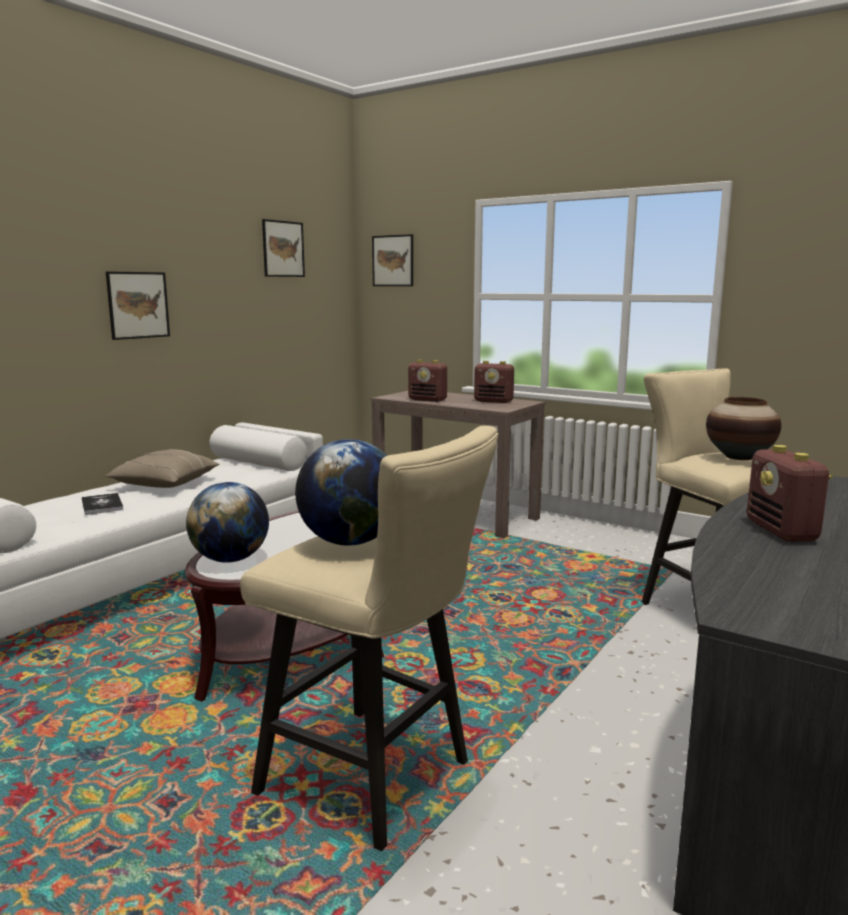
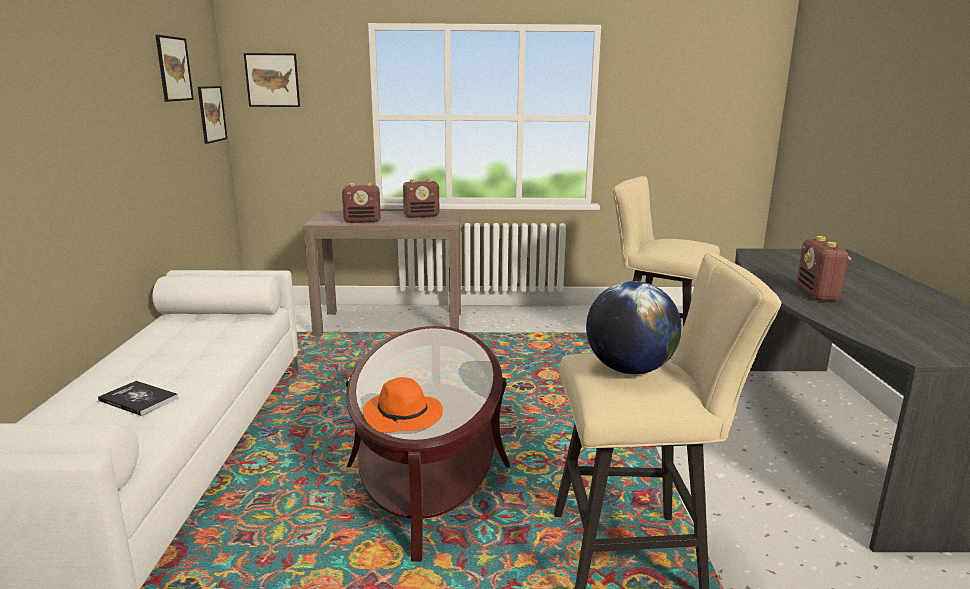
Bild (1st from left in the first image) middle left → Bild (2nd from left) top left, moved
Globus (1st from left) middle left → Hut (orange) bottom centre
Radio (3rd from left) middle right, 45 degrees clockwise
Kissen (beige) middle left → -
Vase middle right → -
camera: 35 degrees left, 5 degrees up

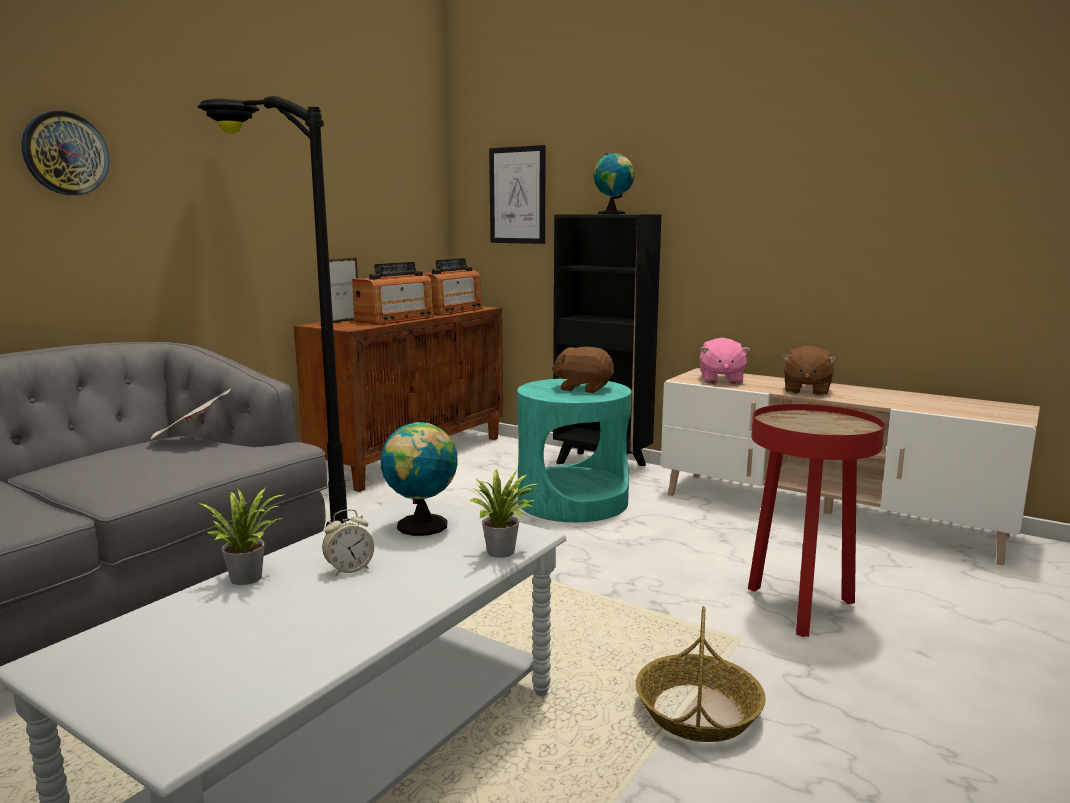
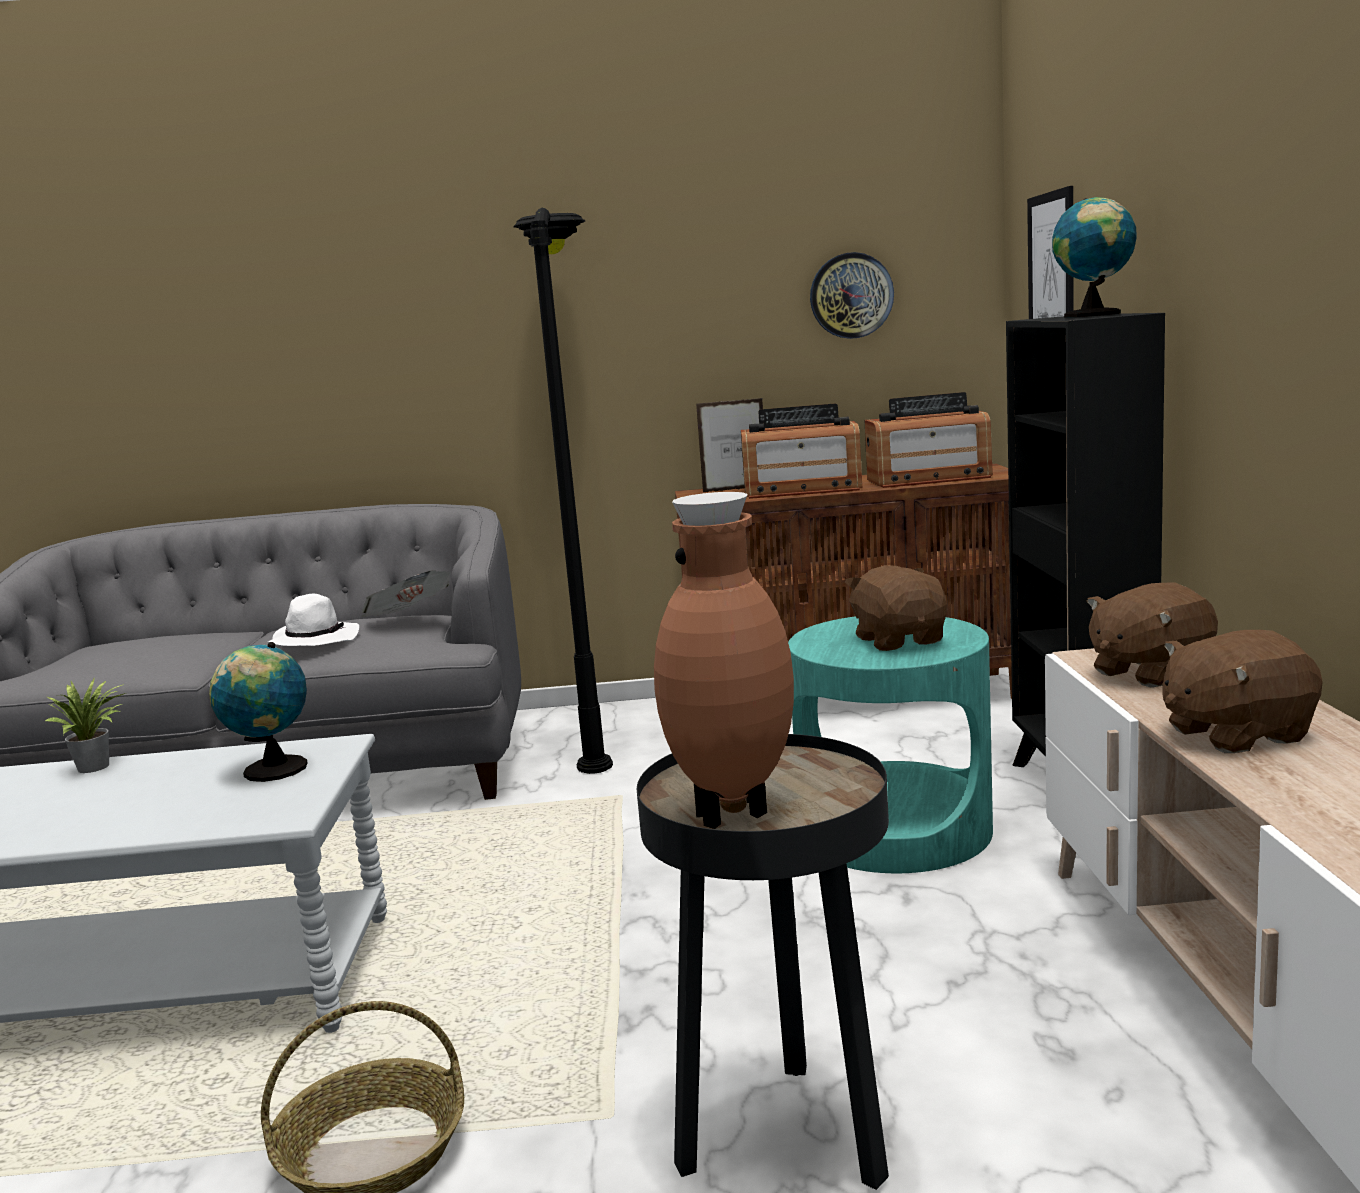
- → Hut (weiß) middle left
Beistelltisch (rot) middle right → Beistelltisch (schwarz) bottom centre
- → Vase (braun) centre
Wanduhr top left → Wanduhr top centre, moved
Plüschtier (rosa) middle right → Plüschtier (braun) (2nd from left) middle right
Wecker bottom left → -
Topfpflanze (2nd from left) centre → -
camera: 55 degrees right, 0 degrees up

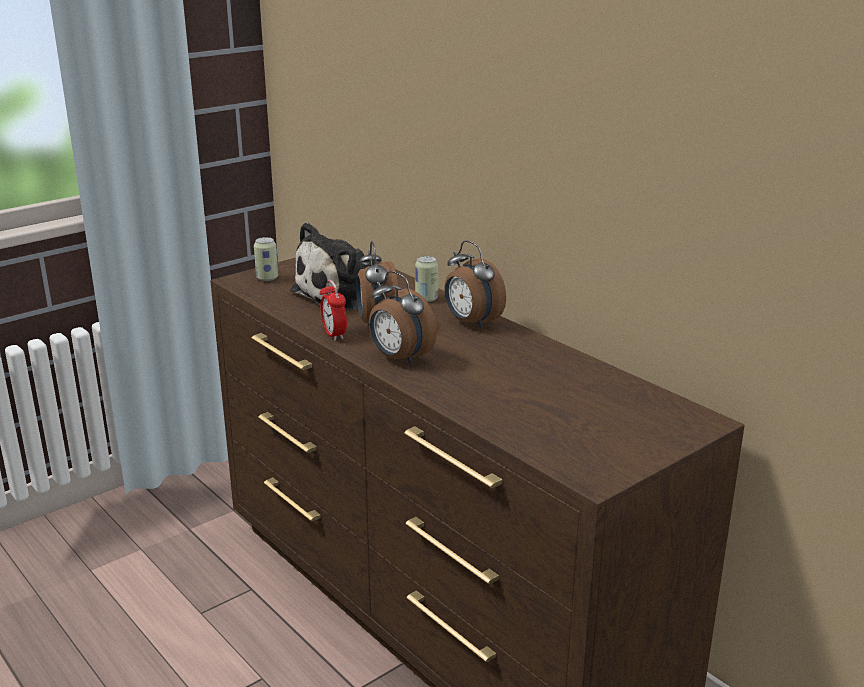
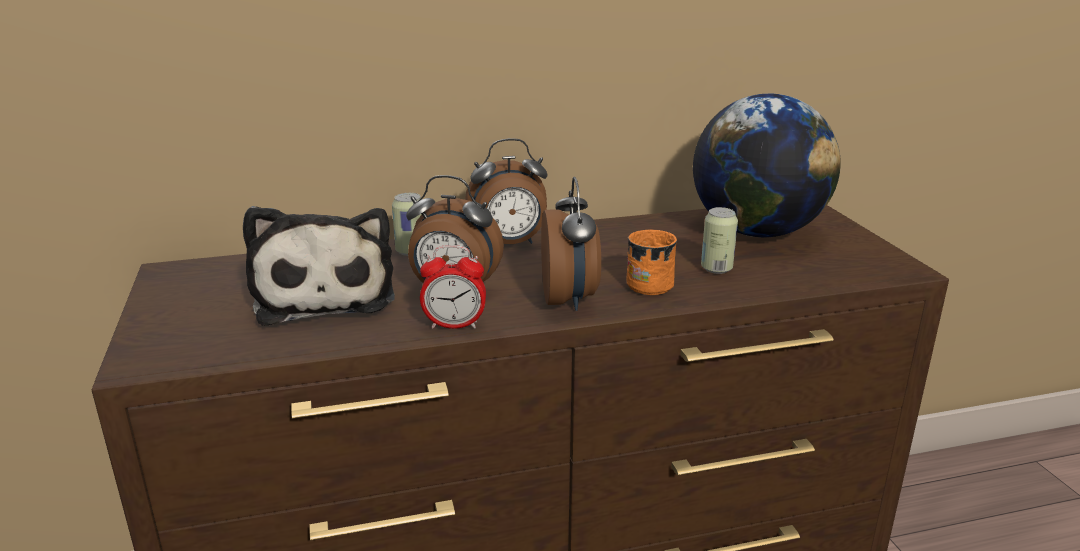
Wecker (3rd from left in the first image) centre → Wecker (4th from left) centre, 75 degrees counterclockwise
- → Henkelbecher (orange) centre
- → Globus top right
Dose (1st from left in the first image) middle left → Dose (2nd from left) centre, moved
camera: 65 degrees left, 0 degrees up

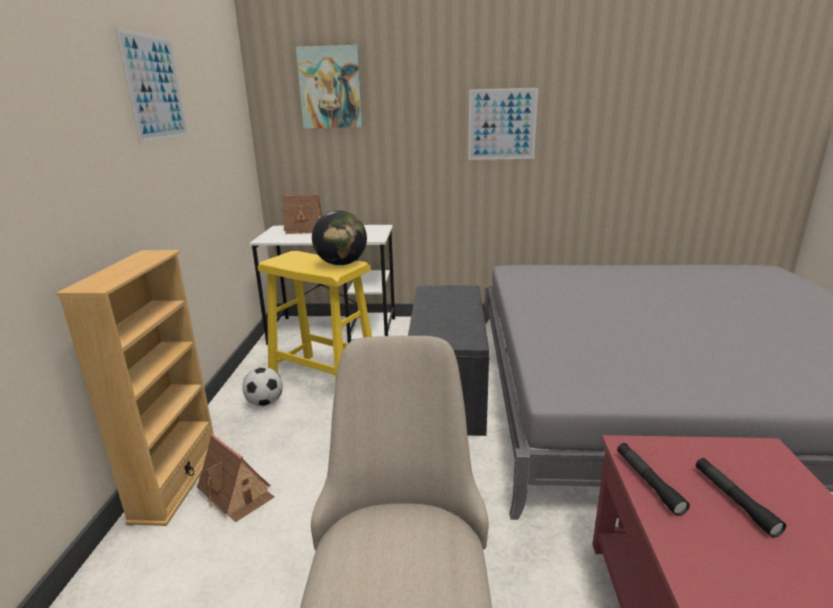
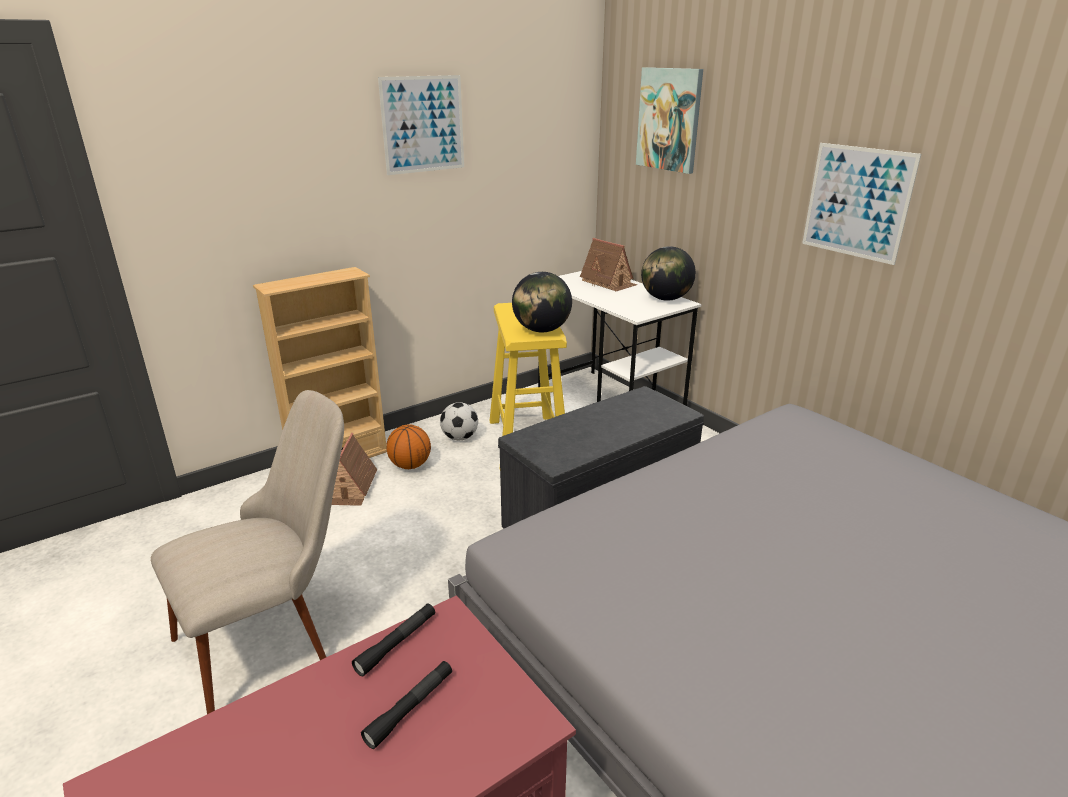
- → Basketball centre
- → Globus (2nd from left) centre
camera: 50 degrees right, 5 degrees up

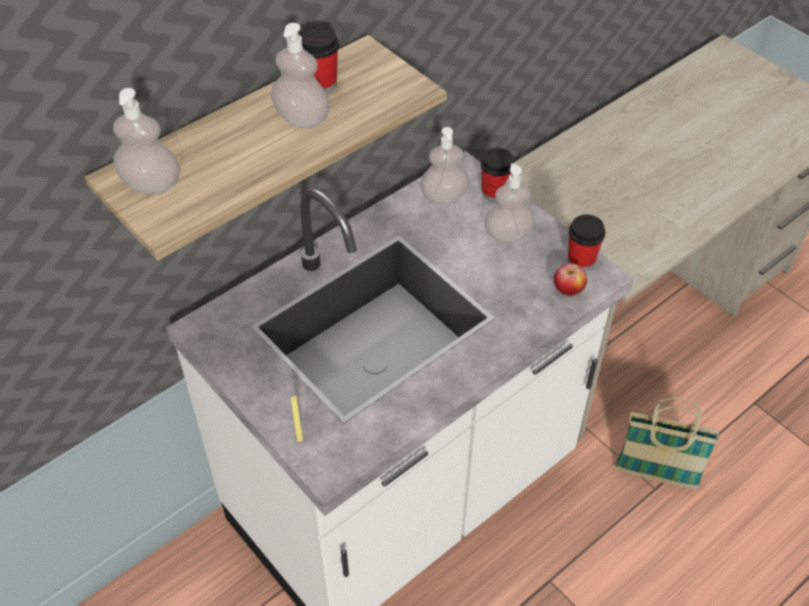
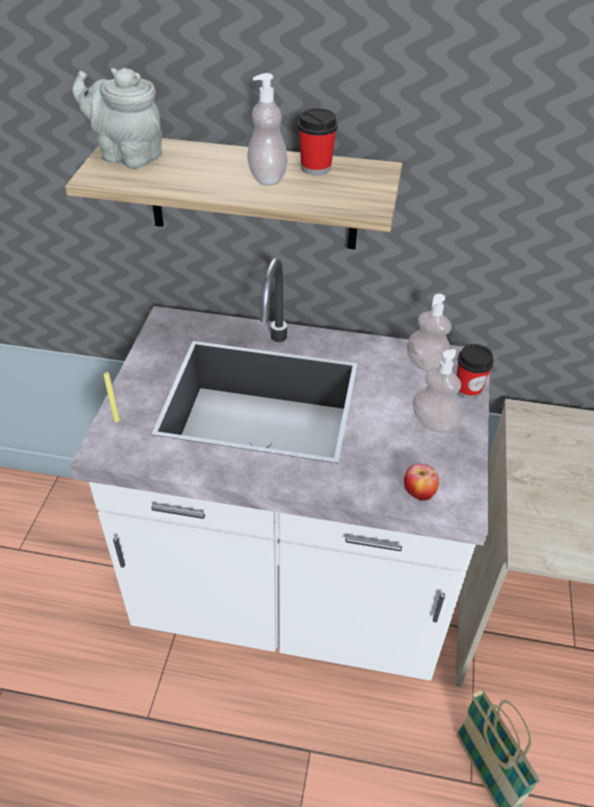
Seifenspender (1st from left) top left → Teekanne (grau) top left
Tasse (3rd from left) middle right → -
camera: 50 degrees right, 5 degrees down

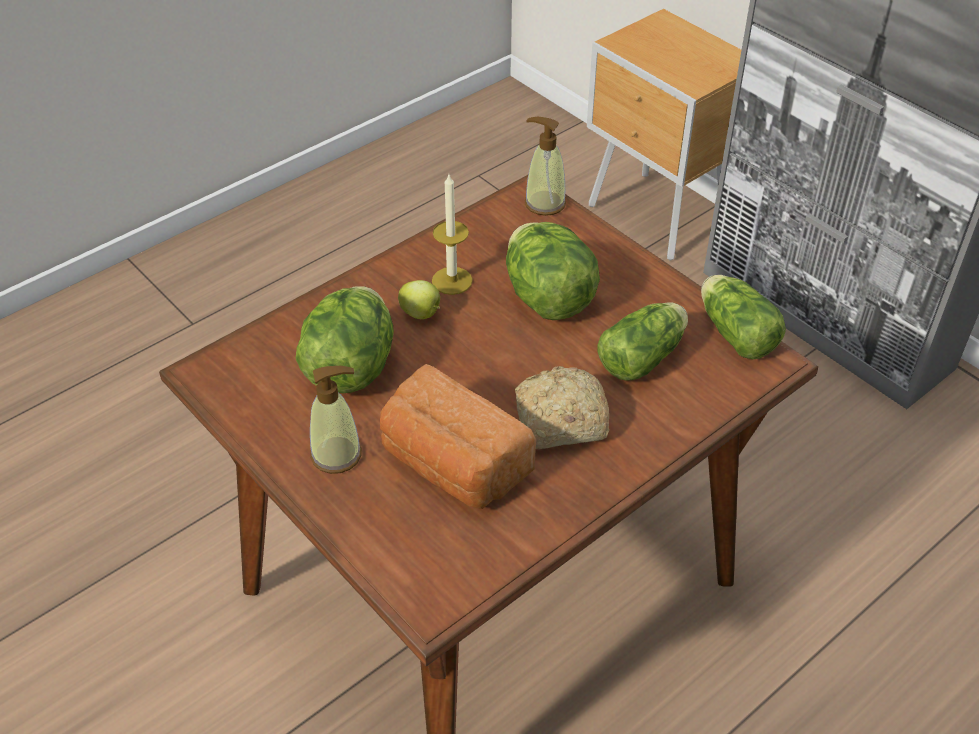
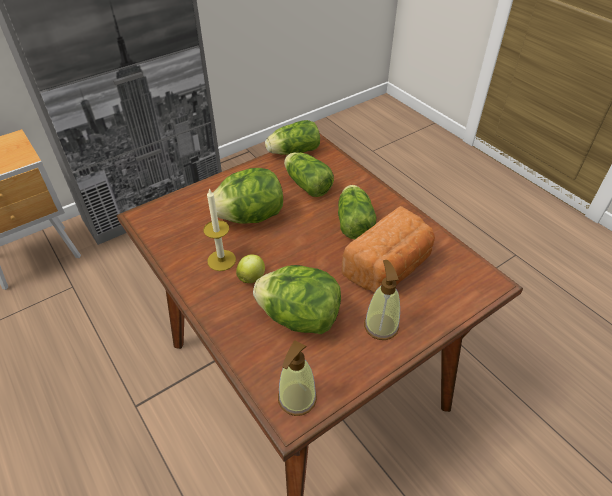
Seifenspender (2nd from left in the first image) top centre → Seifenspender (1st from left) bottom centre, moved
Brot (2nd from left) centre → Salatkopf (5th from left) centre
camera: 85 degrees left, 0 degrees up

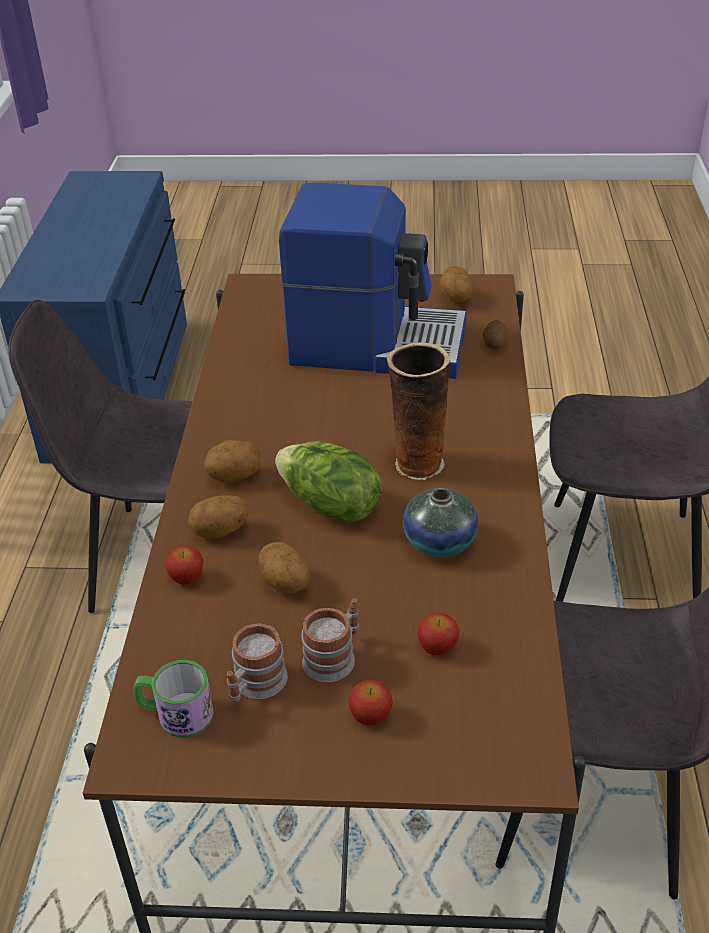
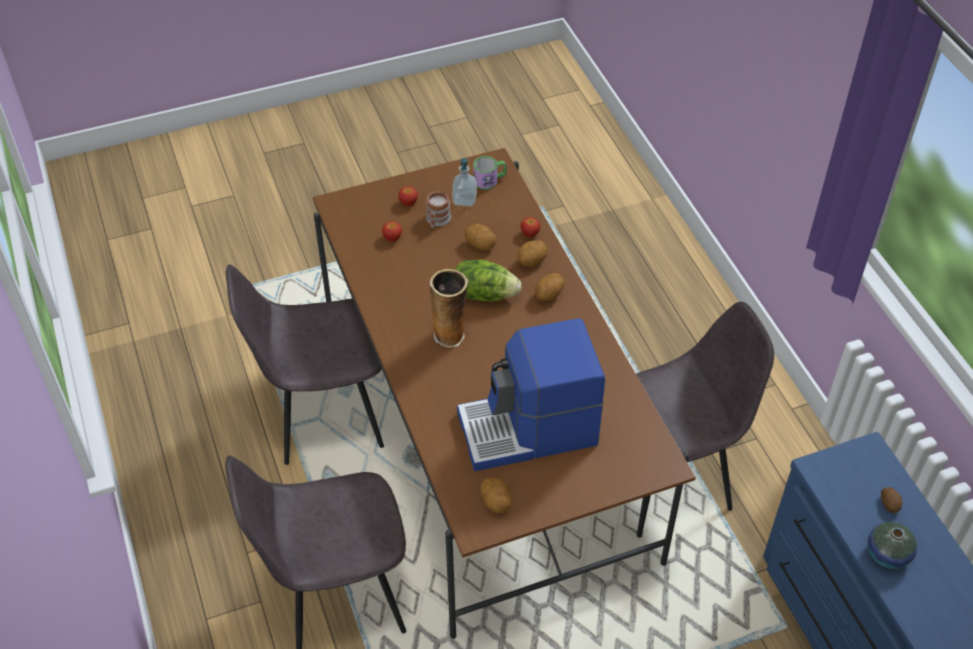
Henkelbecher (2nd from left) bottom centre → Seifenspender top centre
Vase (2nd from left) centre → Vase (2nd from left) bottom right, moved
Kartoffel (5th from left) middle right → Kartoffel (5th from left) bottom right, moved
camera: 155 degrees right, 10 degrees up

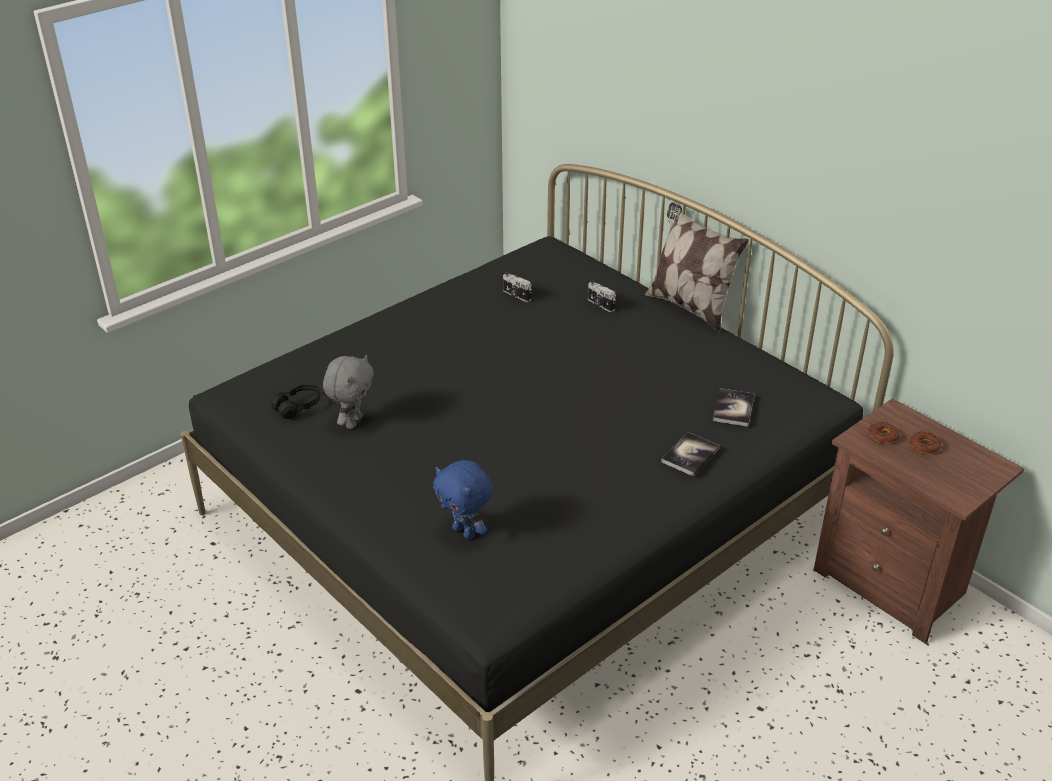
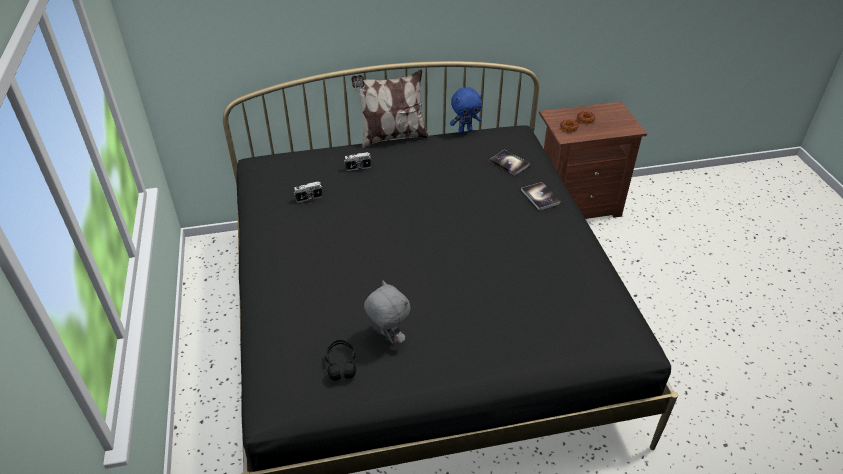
Plüschtier (blau) centre → Plüschtier (blau) top centre, moved
camera: 60 degrees left, 5 degrees up

